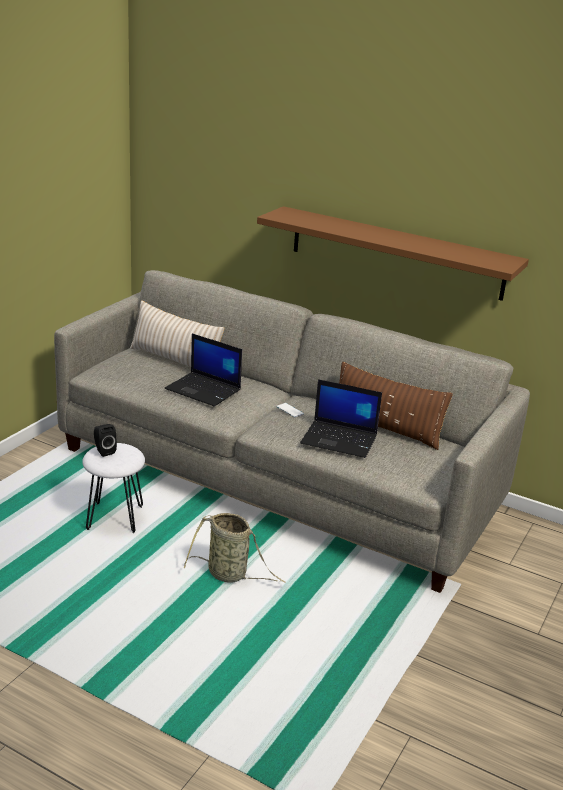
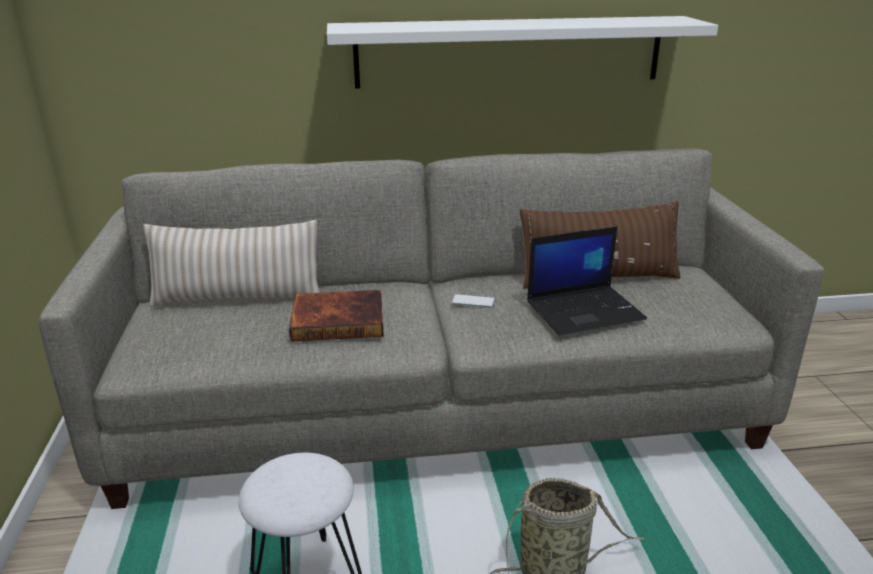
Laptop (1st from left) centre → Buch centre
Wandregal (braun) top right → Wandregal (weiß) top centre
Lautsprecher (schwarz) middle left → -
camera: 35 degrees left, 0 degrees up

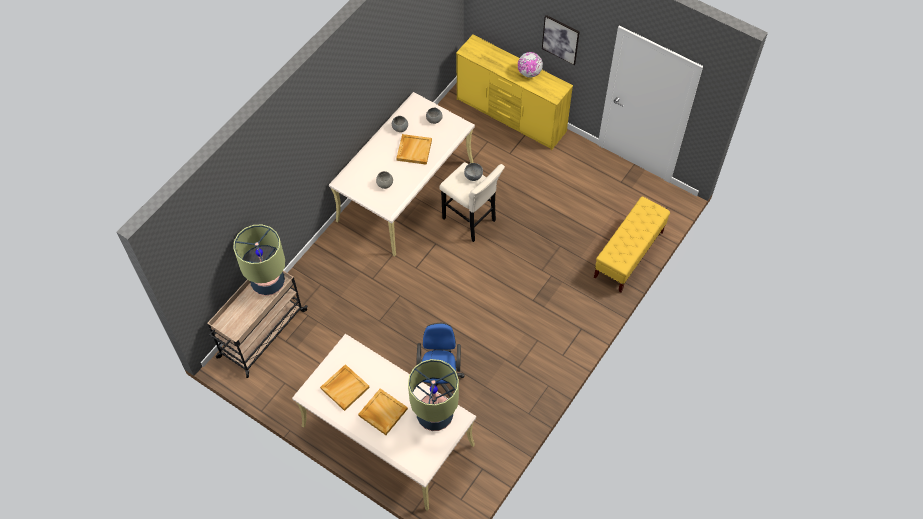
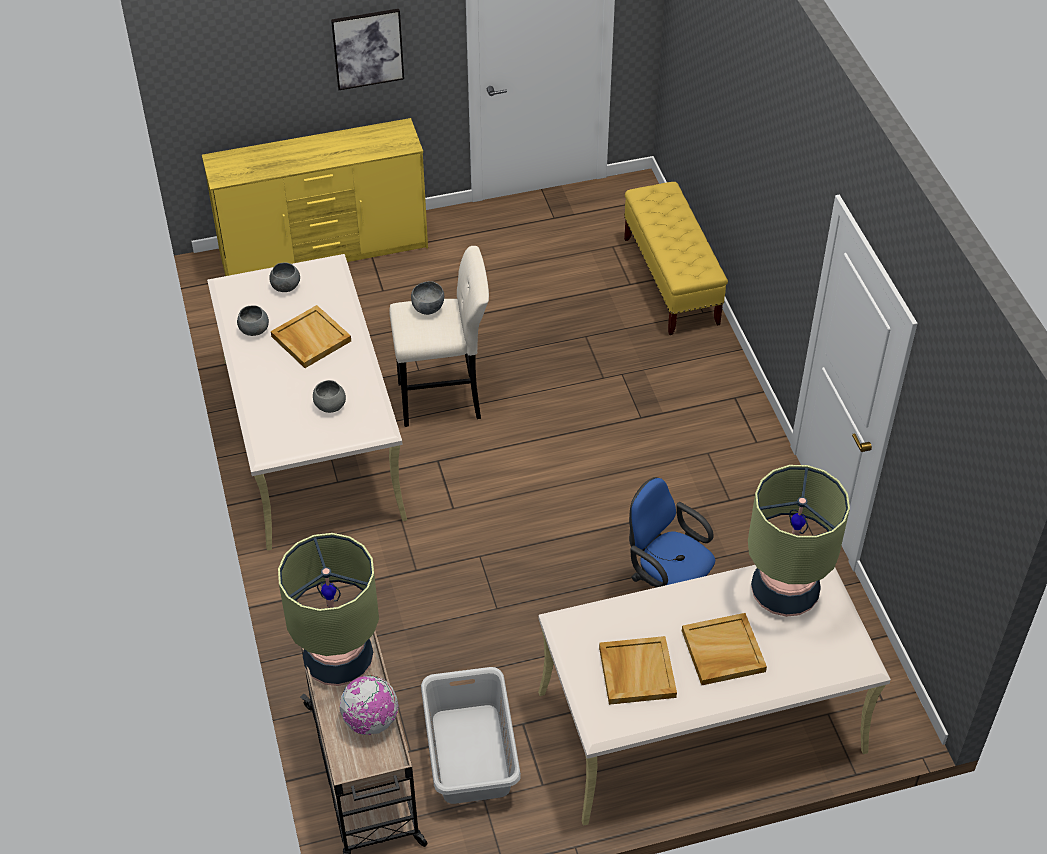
Globus top centre → Globus bottom centre, moved
- → Wäschekorb (grau) bottom centre
camera: 50 degrees left, 10 degrees down

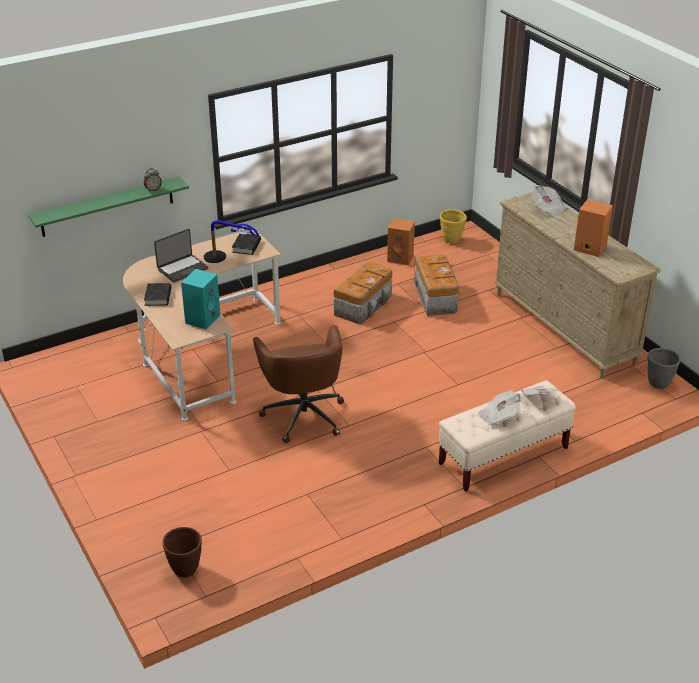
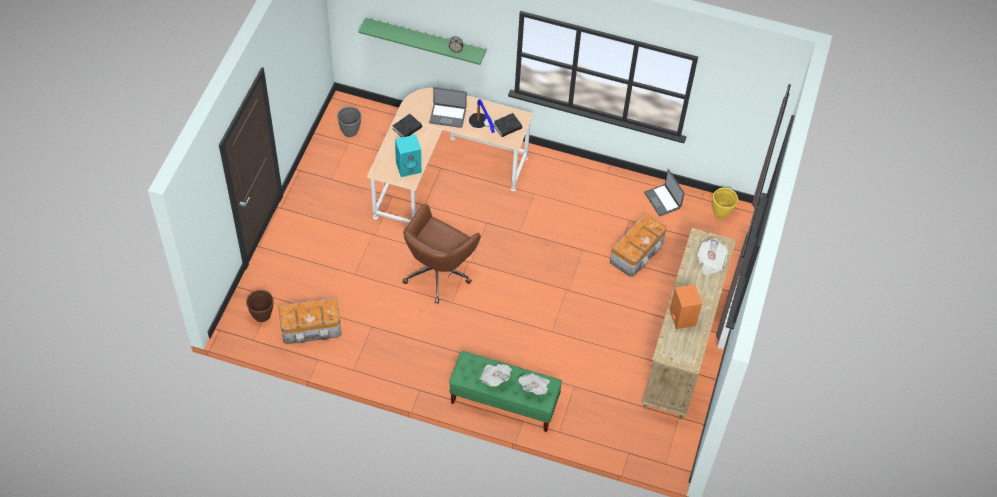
Aufbewahrungsbox (1st from left) centre → Aufbewahrungsbox (1st from left) middle left, moved
Pflanzkübel (grau) middle right → Pflanzkübel (grau) top centre, moved
Bank (beige) middle right → Bank (grün) bottom centre
Lautsprecher (orange) (1st from left) centre → Laptop (2nd from left) centre
camera: 45 degrees right, 20 degrees up

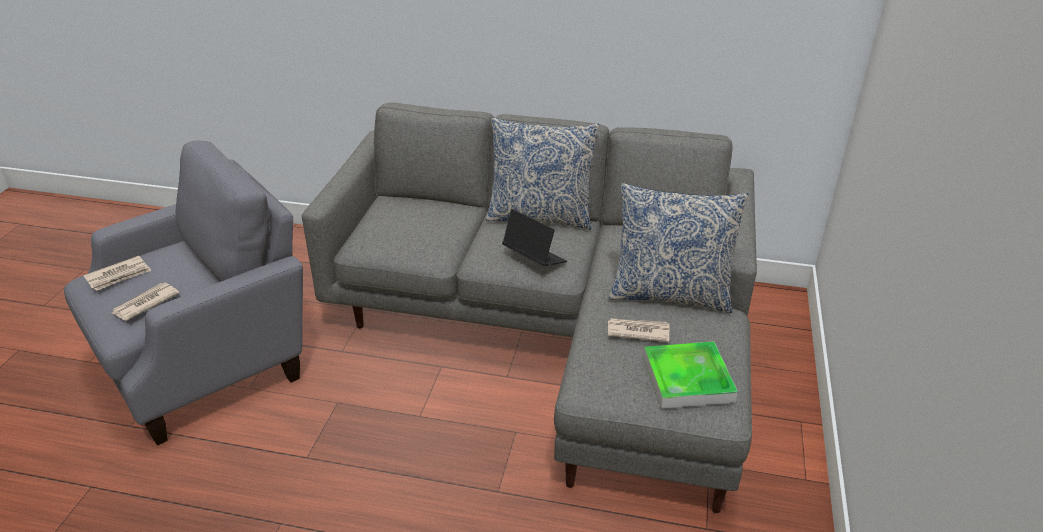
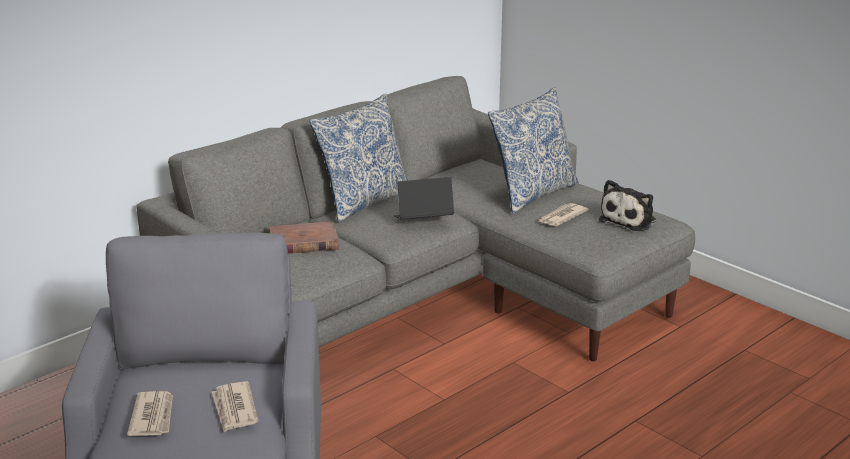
- → Buch (braun) centre
Tablett bottom centre → Plüschtier middle right
camera: 55 degrees left, 10 degrees down

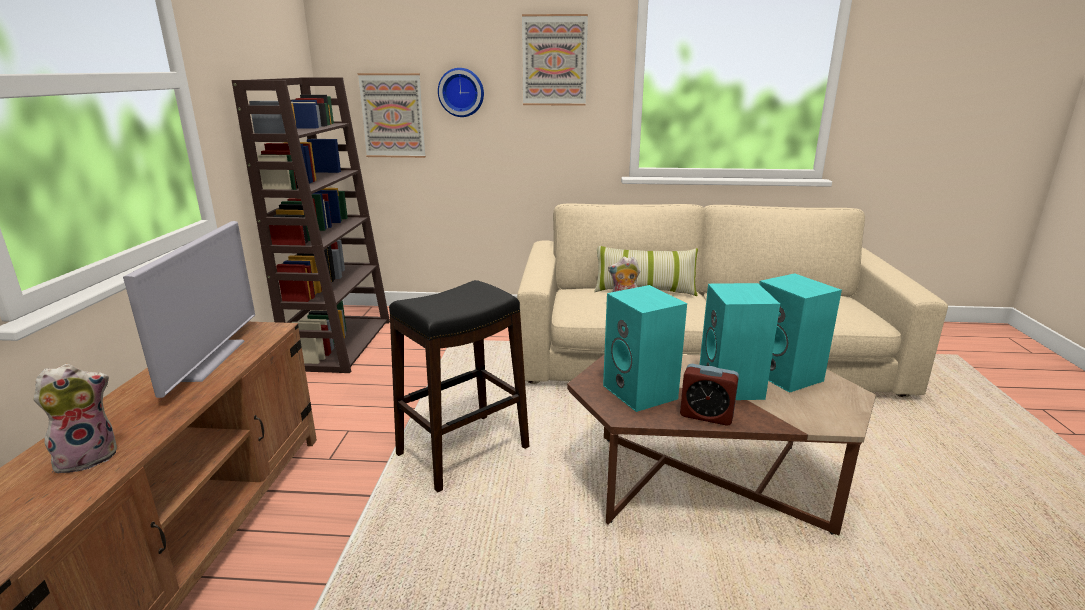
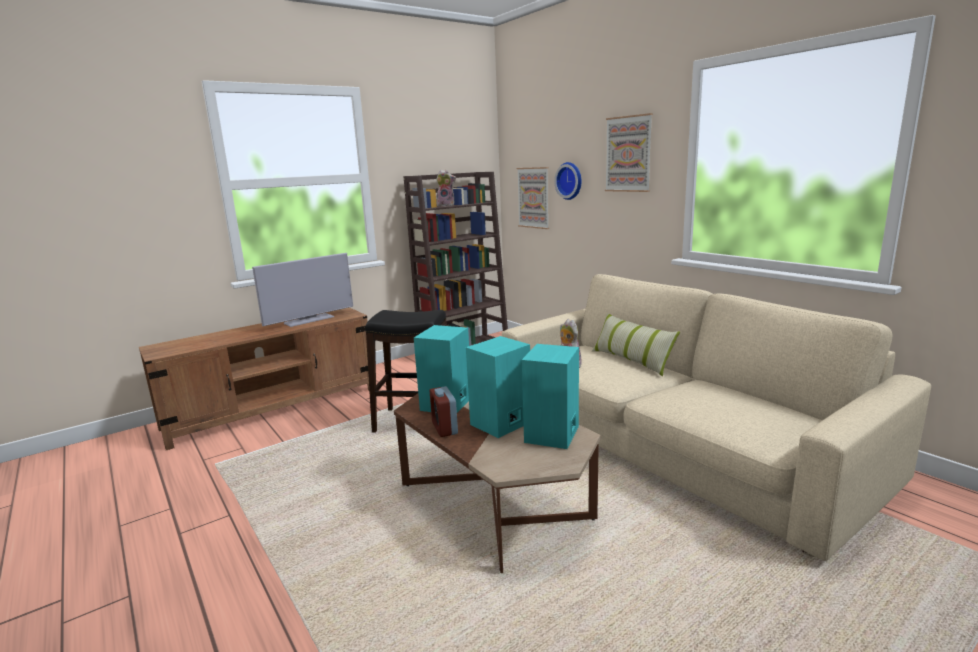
Plüschtier (1st from left) bottom left → Plüschtier (1st from left) top centre, moved
camera: 50 degrees right, 5 degrees down

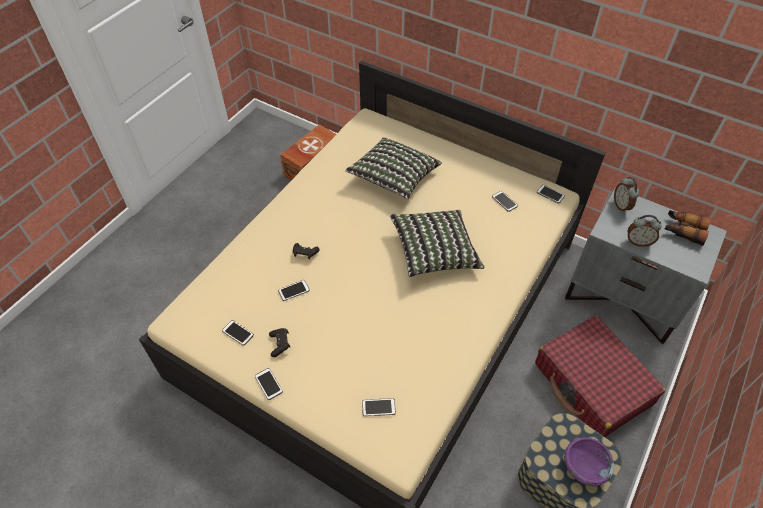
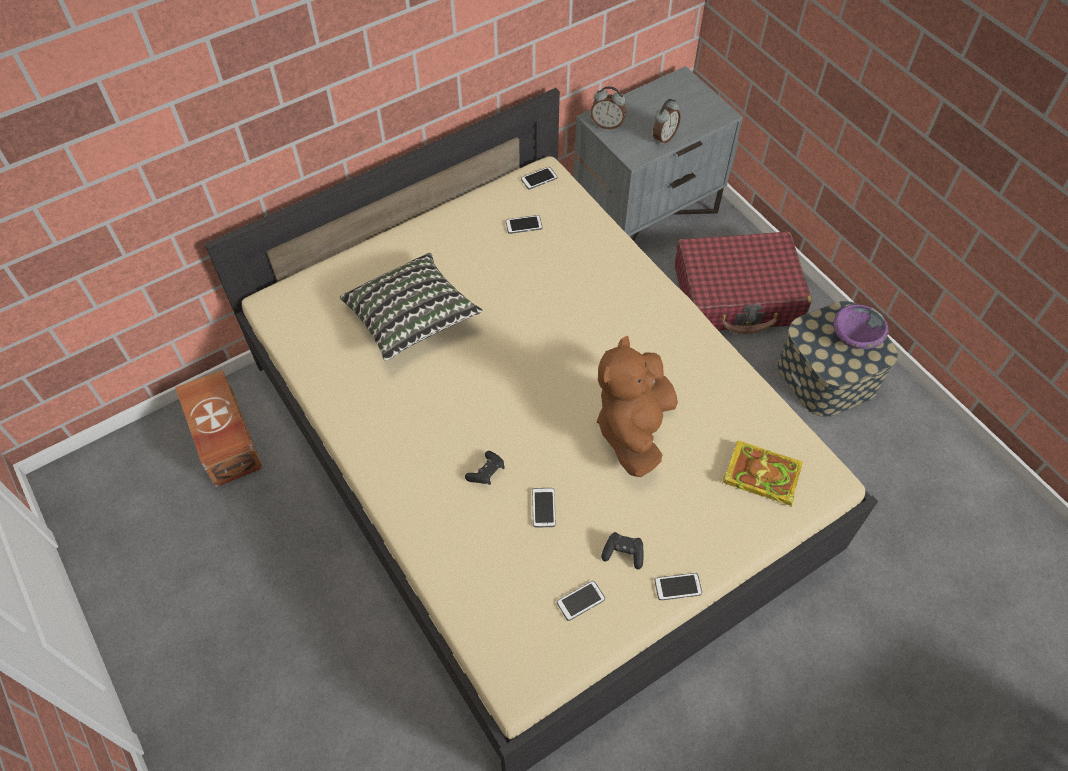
- → Plüschtier (braun) centre
Handy (4th from left) bottom centre → Buch middle right
Kissen (2nd from left) centre → -
Fernglas middle right → -
camera: 65 degrees left, 5 degrees up

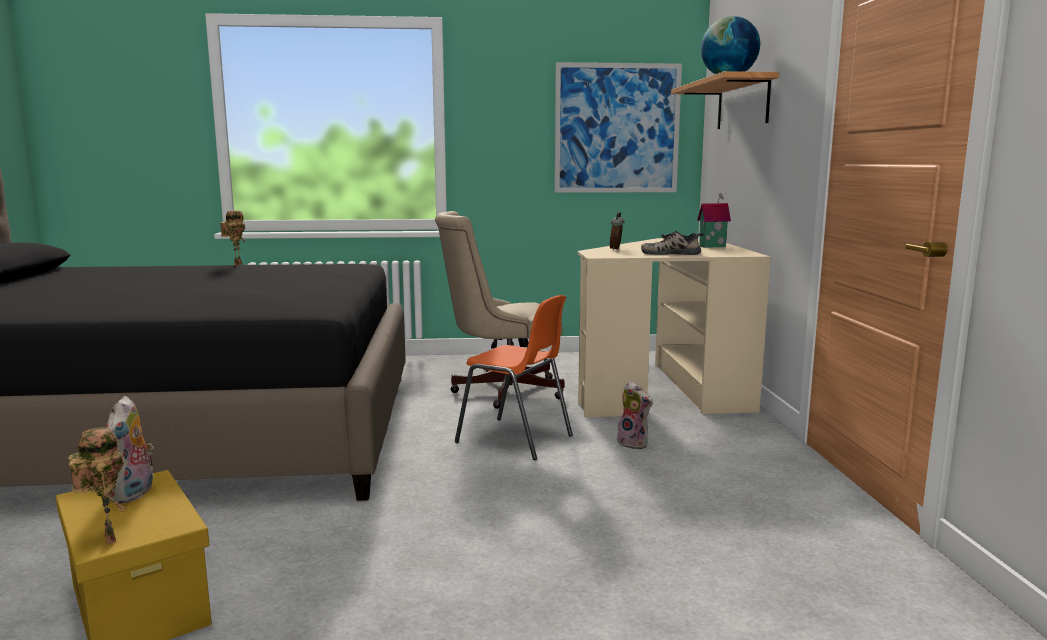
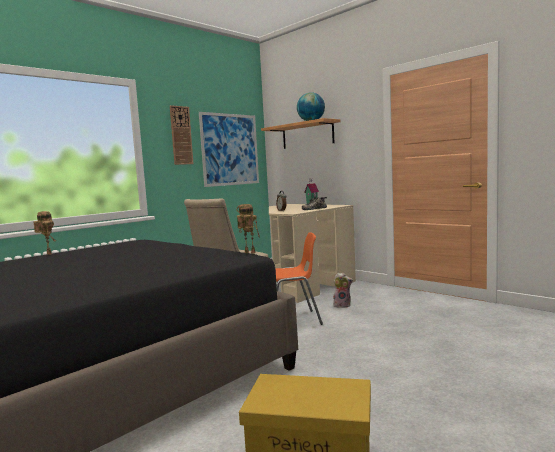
- → Wanduhr top left
Spielzeugroboter (1st from left in the first image) bottom left → Spielzeugroboter (2nd from left) centre, moved
Plüschtier (1st from left) bottom left → -
camera: 40 degrees left, 5 degrees down

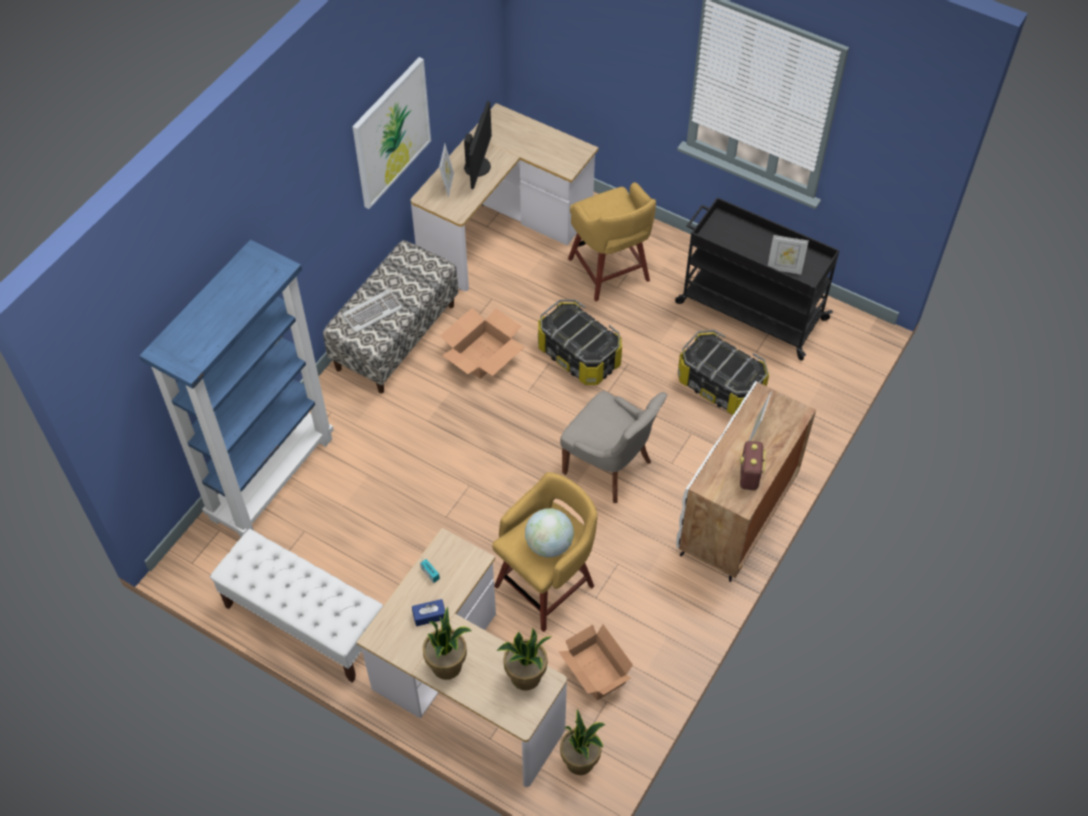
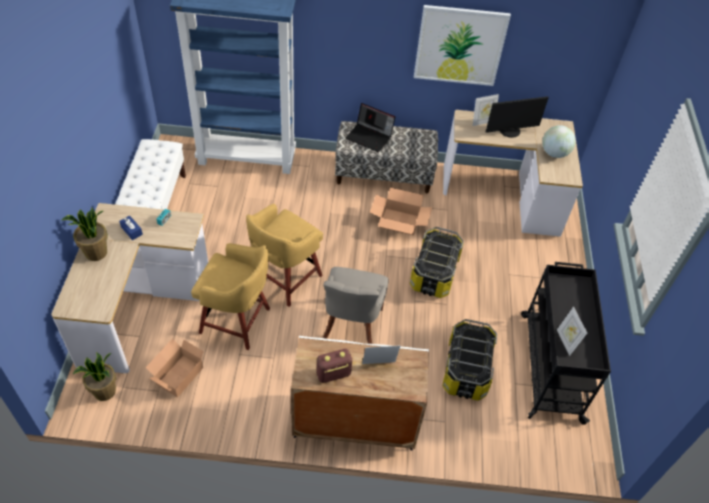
Hocker (gelb) (2nd from left) top centre → Hocker (gelb) (2nd from left) centre, moved
Tastatur centre → Laptop top centre
Globus centre → Globus top right, moved
Topfpflanze (2nd from left) bottom centre → -
camera: 60 degrees right, 5 degrees down

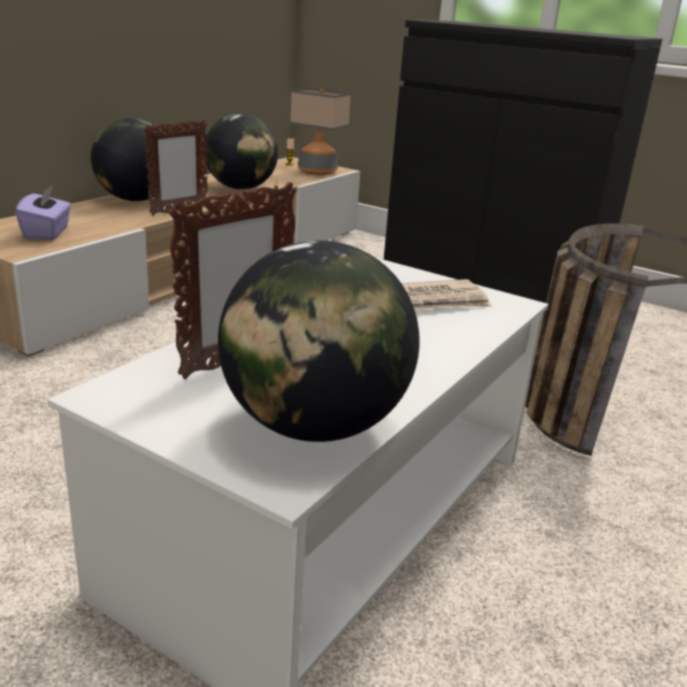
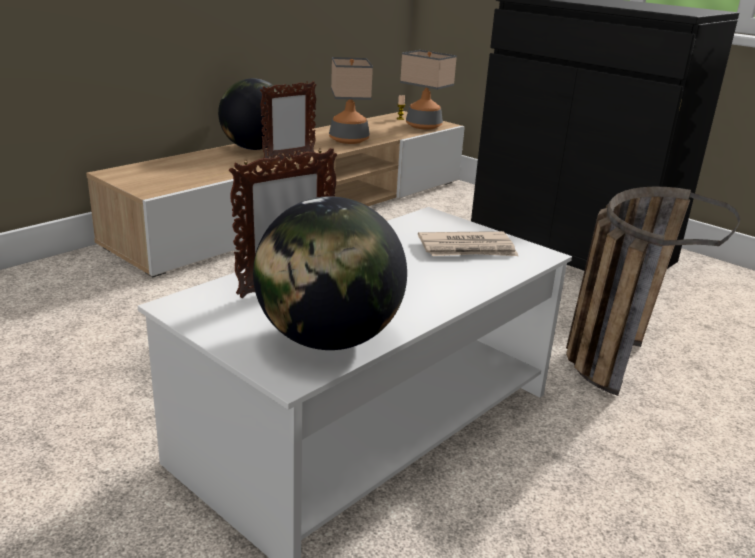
Globus (2nd from left) top centre → Tischlampe (1st from left) top centre
Taschentuchbox (lila) top left → -
camera: 10 degrees right, 0 degrees up

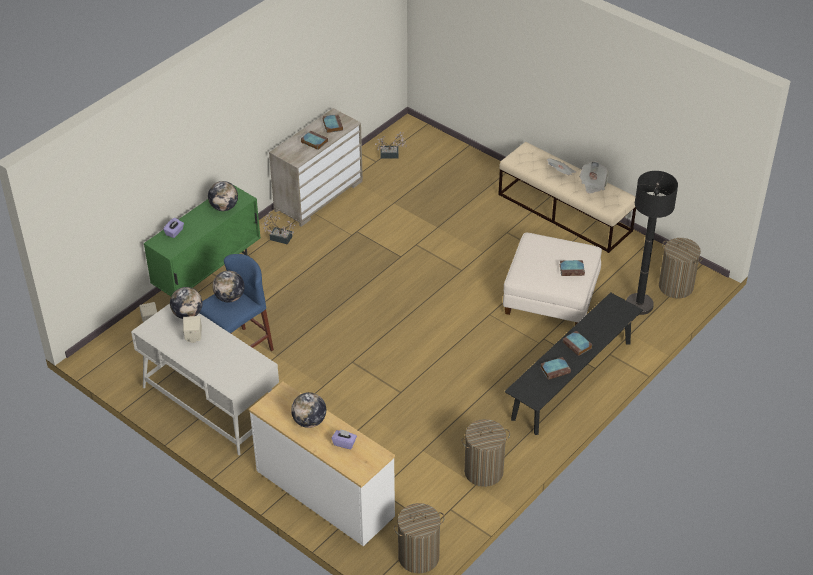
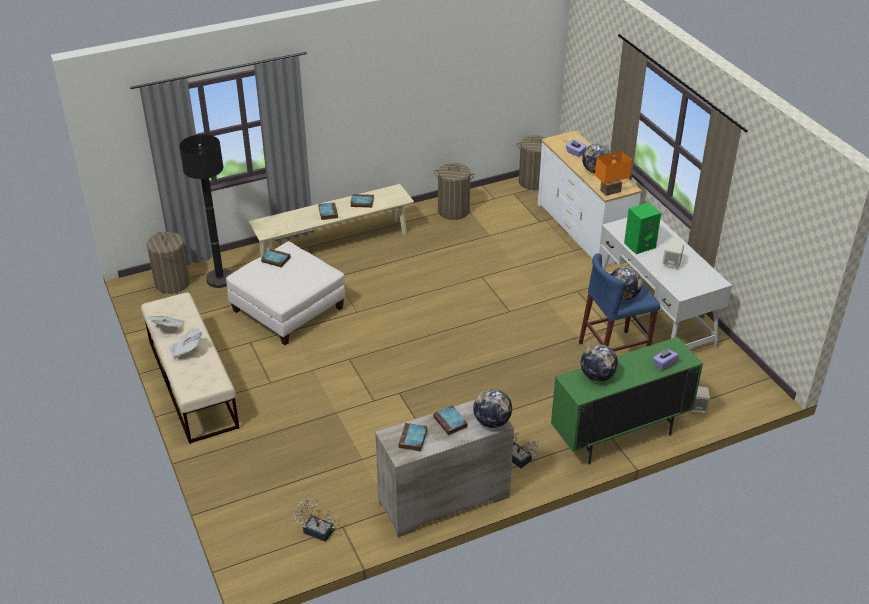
Bank (schwarz) middle right → Bank (beige) (2nd from left) centre
Globus (1st from left) middle left → Globus (1st from left) bottom centre, moved
- → Tischlampe (orange) top right
- → Lautsprecher (grün) middle right
camera: 155 degrees left, 5 degrees down

